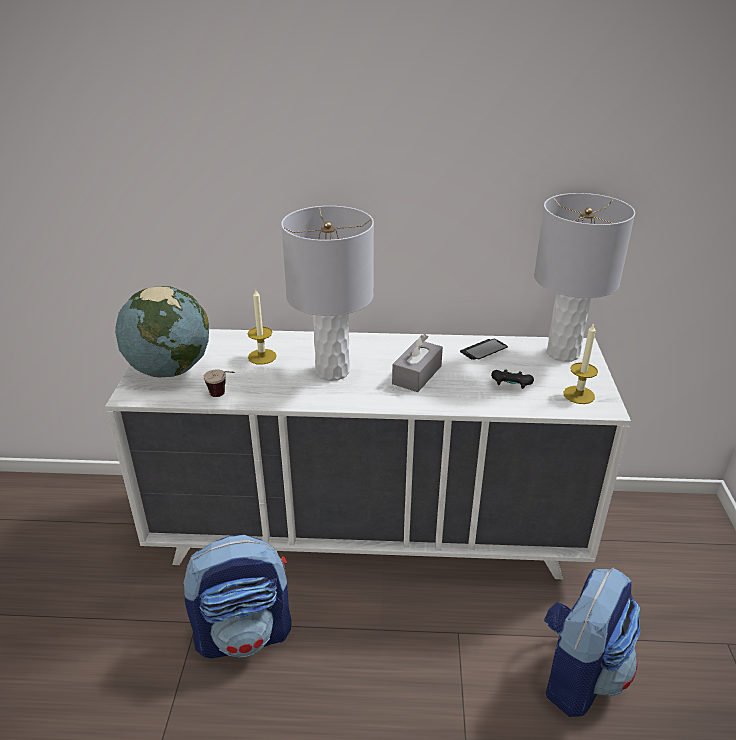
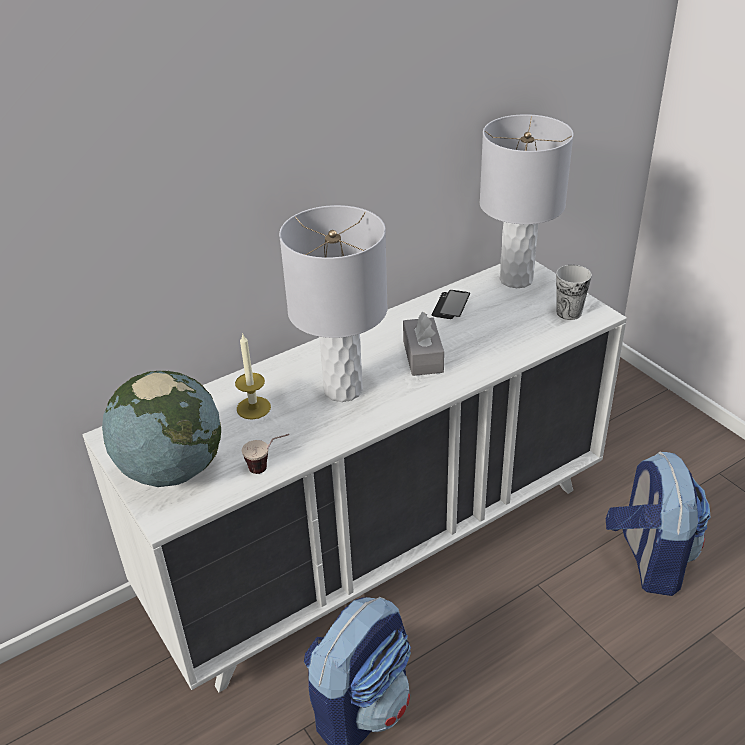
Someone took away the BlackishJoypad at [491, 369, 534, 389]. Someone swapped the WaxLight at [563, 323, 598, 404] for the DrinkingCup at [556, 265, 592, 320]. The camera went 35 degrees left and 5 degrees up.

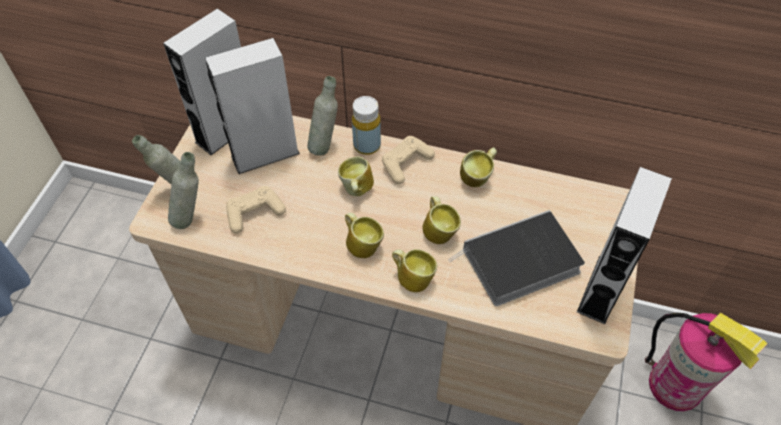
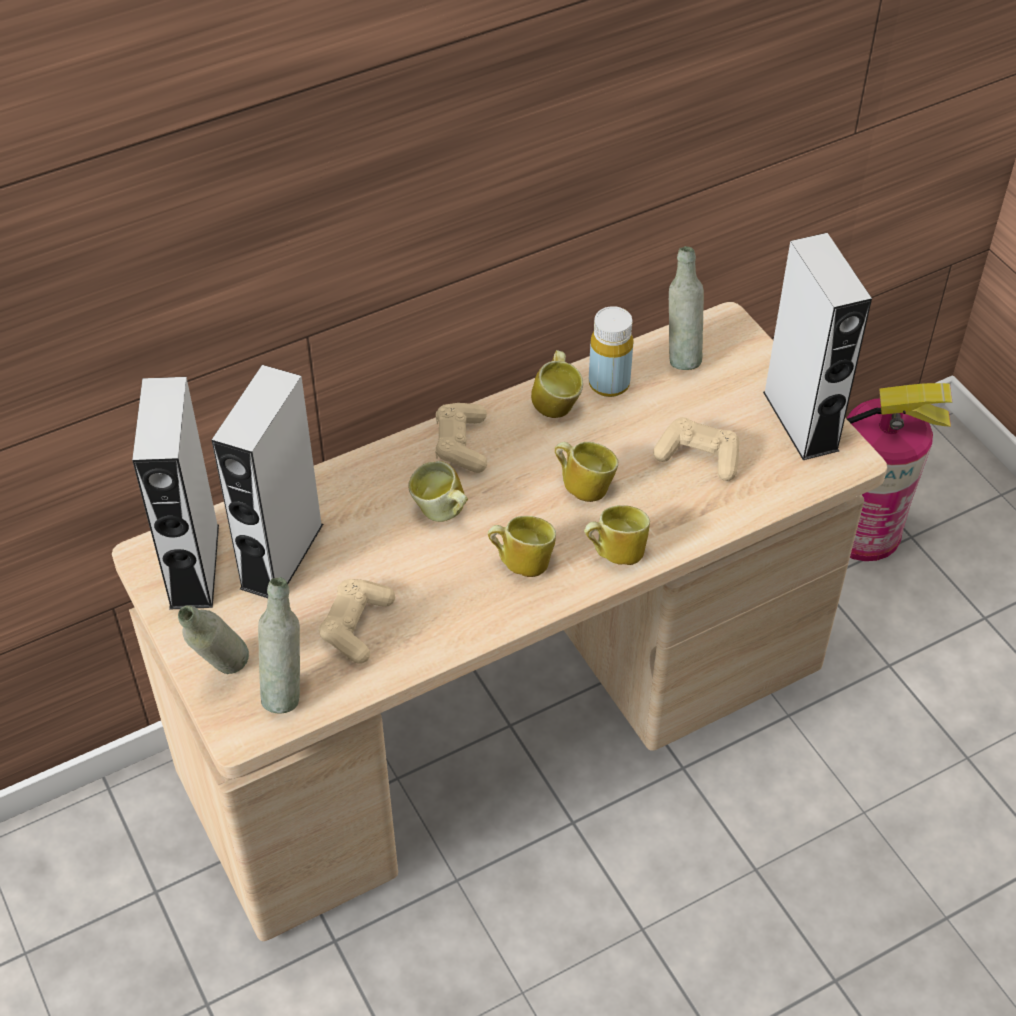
Someone carried the GreyBeverageBottle from [307, 76, 338, 156] to [669, 246, 704, 370]. Someone carried the YellowishBeverageBottle from [352, 96, 381, 155] to [589, 306, 633, 397]. Someone swapped the Volume at [449, 210, 585, 306] for the BeigeJoypad at [653, 417, 739, 481]. The camera went 45 degrees left and 5 degrees down.

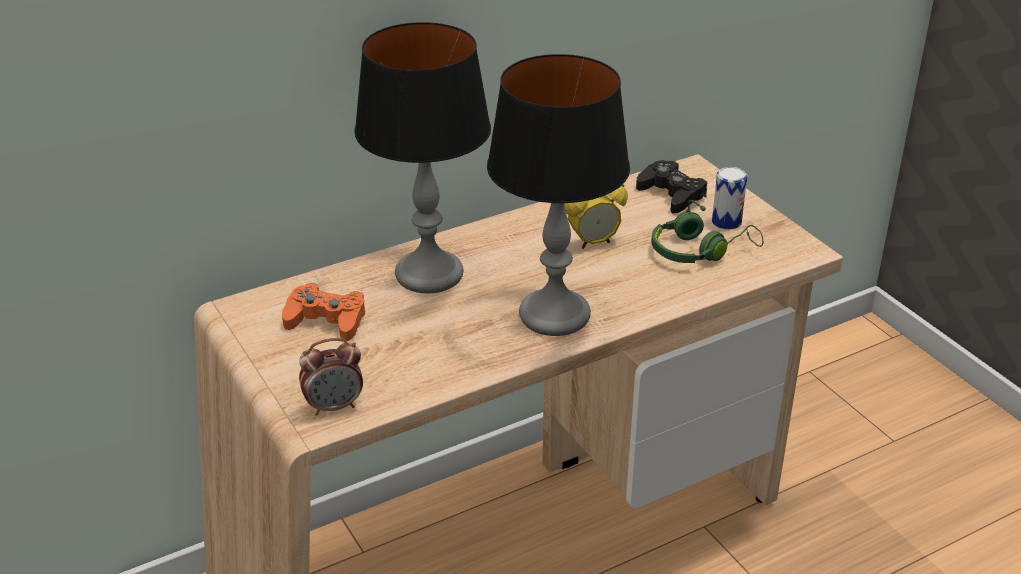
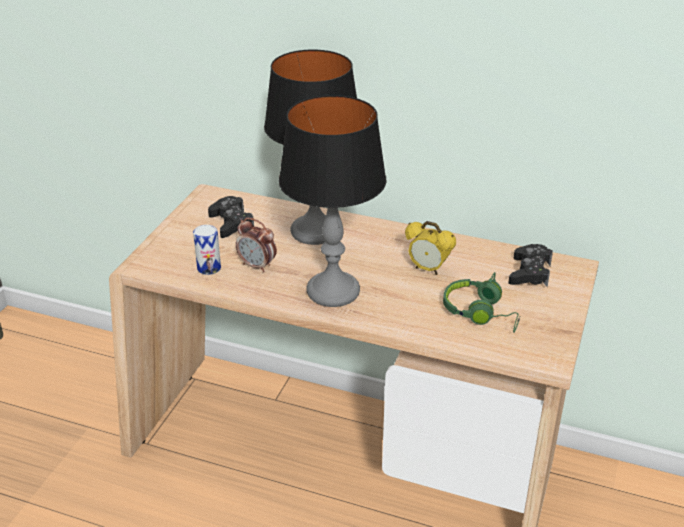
Someone repainted the OrangeColouredJoypad at [282, 283, 365, 341], which became the BlackishJoypad at [208, 196, 254, 238]. Someone carried the BedsideClock from [299, 338, 363, 416] to [236, 218, 277, 272]. Someone carried the MetalCan from [712, 167, 747, 230] to [193, 225, 221, 275]. The camera went 50 degrees right and 0 degrees up.

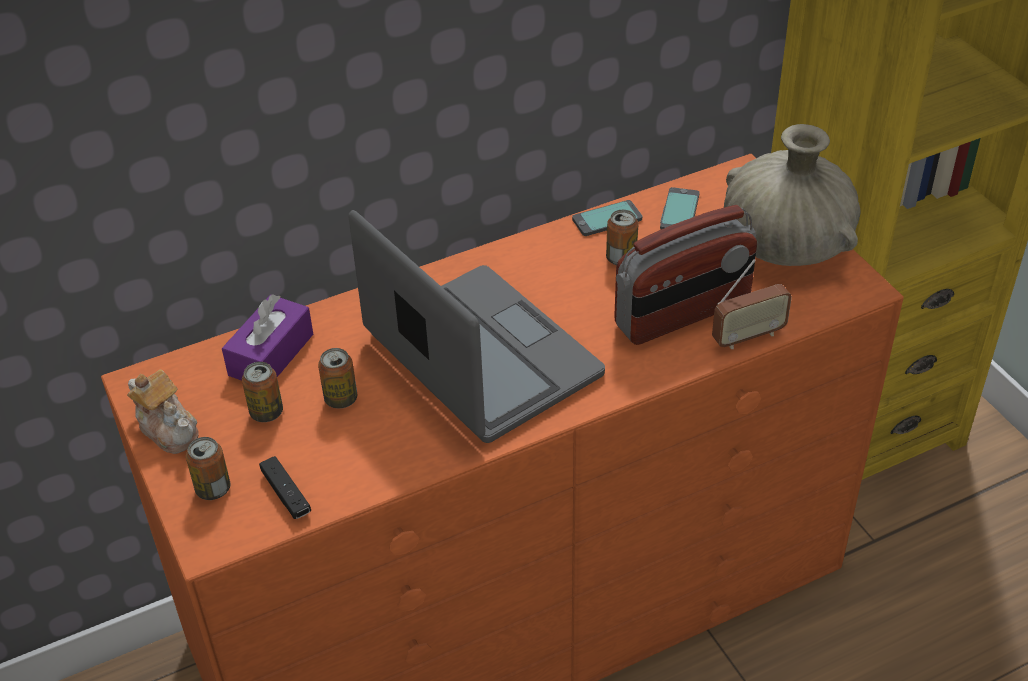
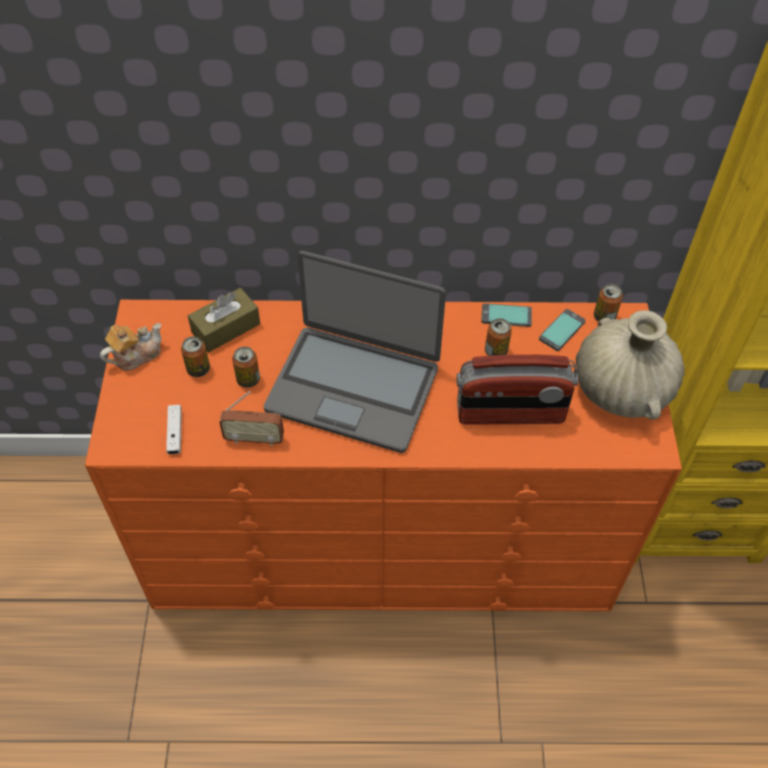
Someone rotated the PotForTea at [127, 370, 199, 454] by 105 degrees counterclockwise. Someone carried the MetalCan from [186, 437, 230, 500] to [594, 284, 623, 322]. Someone repainted the PurpleColouredTissueBox at [222, 294, 313, 381], which became the BrownColouredTissueBox at [188, 288, 260, 352]. Someone repainted the BlackishJoypad at [259, 456, 311, 519], which became the WhiteJoypad at [166, 405, 181, 454]. Someone rotated the NotebookComputer at [349, 210, 605, 443] by 120 degrees clockwise. Someone carried the RadioReceiver from [712, 259, 792, 349] to [219, 391, 284, 446]. The camera went 25 degrees right and 10 degrees up.

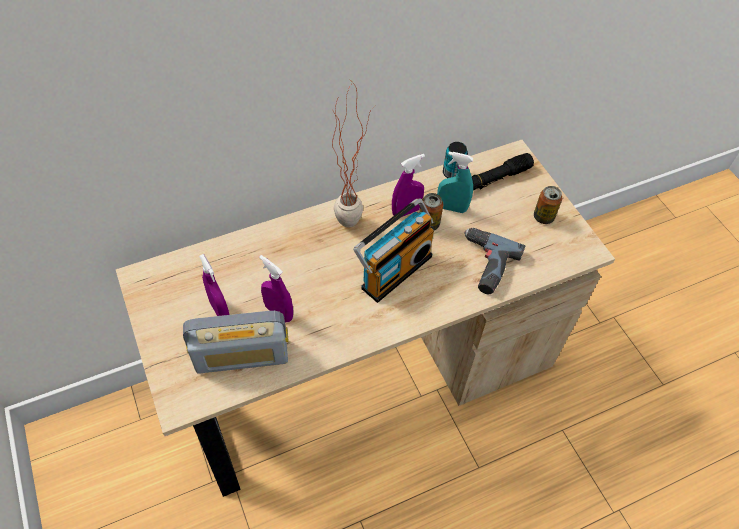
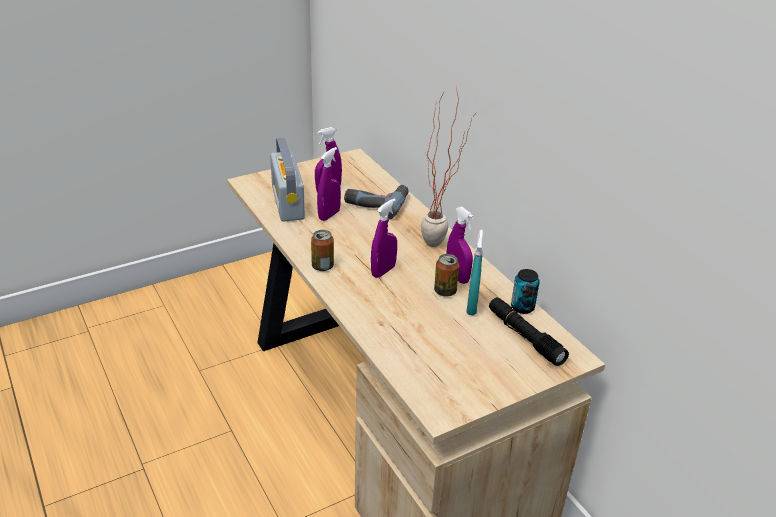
Someone swapped the RadioReceiver at [353, 199, 434, 303] for the PurpleColouredSprayer at [371, 199, 397, 278]. Someone carried the ElectricDrill from [464, 228, 526, 294] to [344, 185, 409, 219]. Someone carried the MetalCan from [534, 186, 562, 224] to [311, 230, 334, 271]. The camera went 85 degrees right and 20 degrees down.

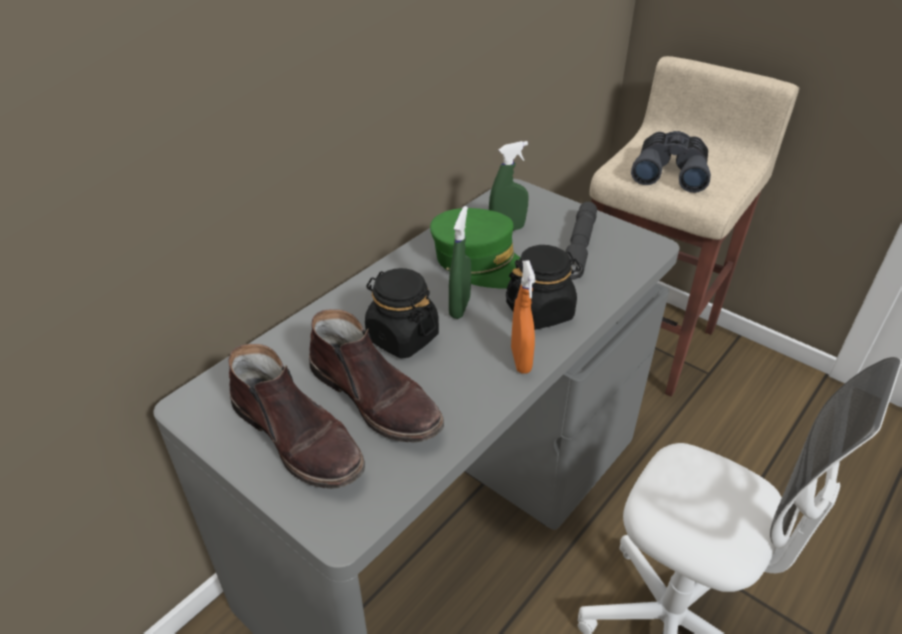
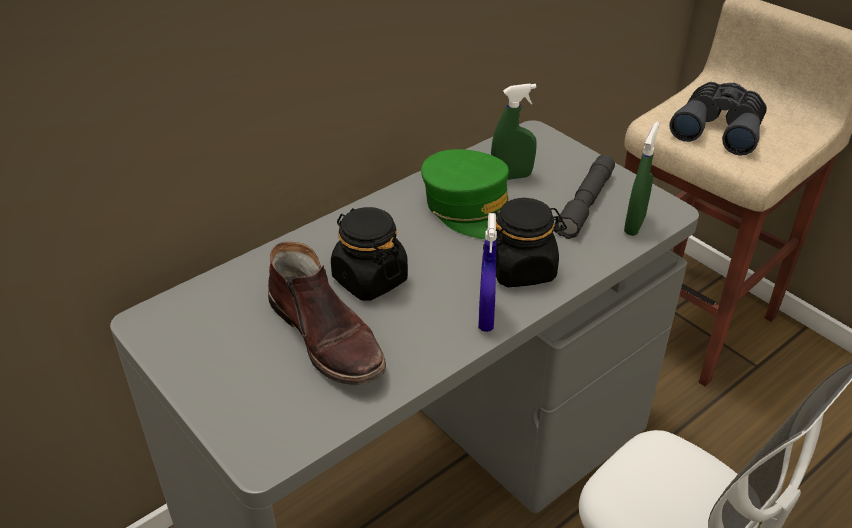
Someone took away the BrownColouredTallBoot at [228, 344, 365, 489]. Someone carried the GreenColouredSprayer from [449, 206, 471, 319] to [624, 122, 659, 236]. Someone repainted the OrangeColouredSprayer at [511, 260, 536, 374], which became the BluishSprayer at [478, 213, 497, 332]. The camera went 10 degrees right and 0 degrees up.

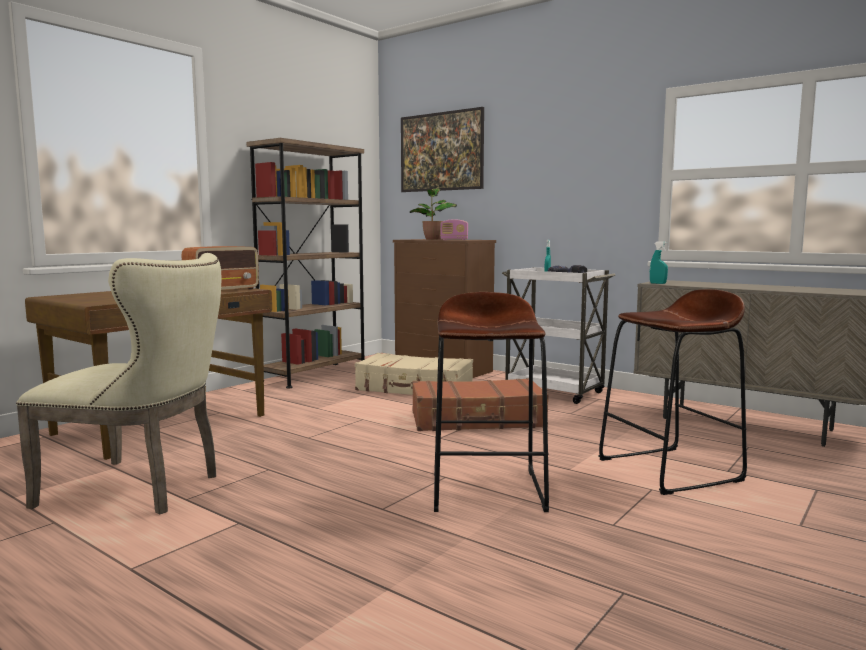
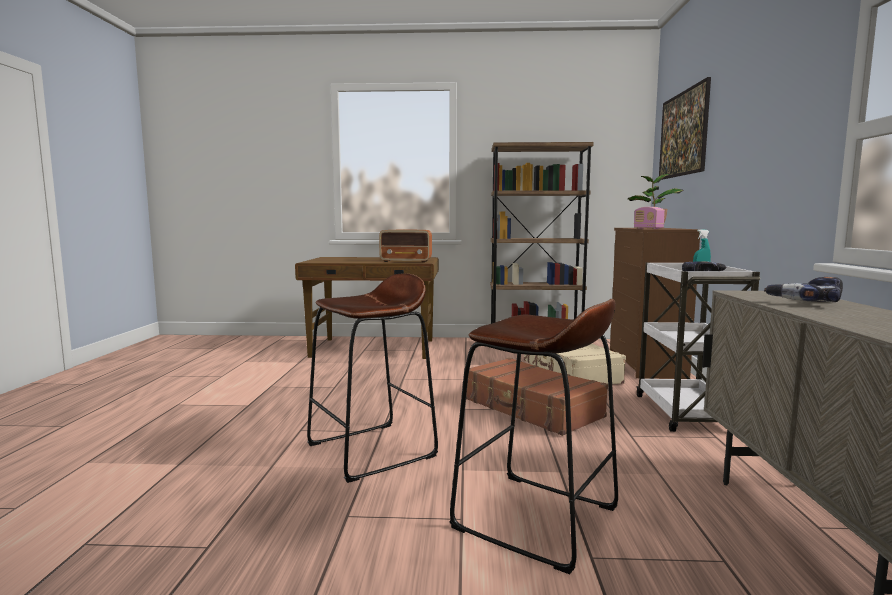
Someone took away the BeigePlainChair at [16, 253, 221, 515]. Someone took away the BlueGreenSprayer at [650, 241, 668, 284]. Someone put down the ElectricDrill at [764, 277, 843, 302]. The camera went 55 degrees right and 0 degrees up.

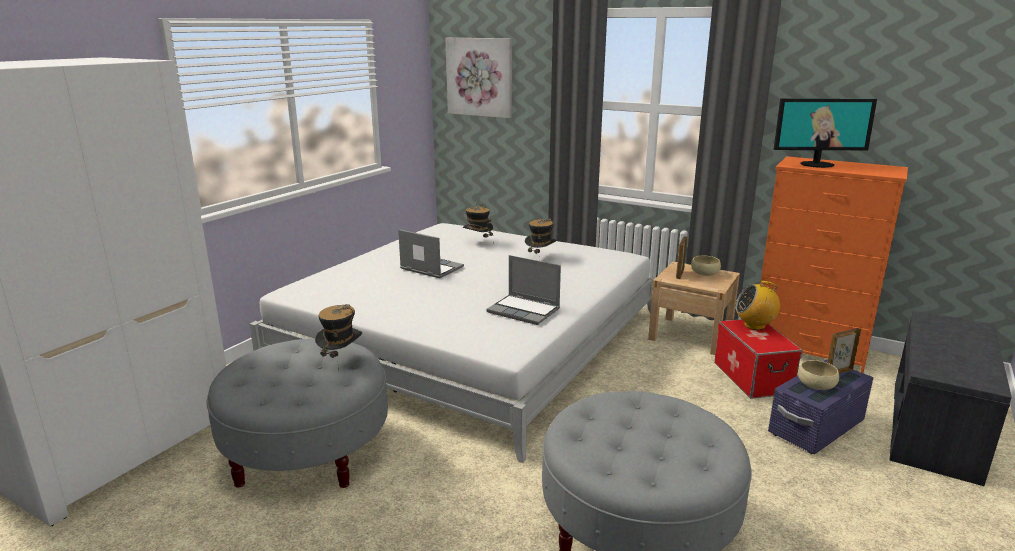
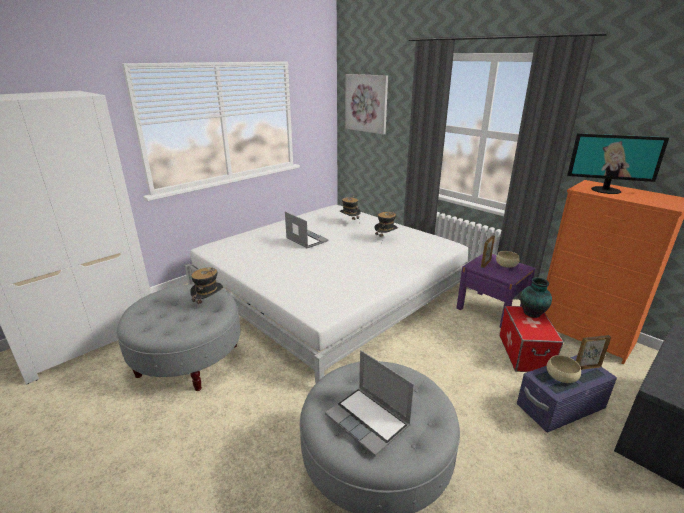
Someone carried the NotebookComputer from [486, 255, 561, 325] to [325, 350, 414, 456]. Someone repainted the BeigeNightstand at [648, 262, 740, 355], which became the PurpleColouredNightstand at [456, 254, 536, 328]. Someone swapped the RadioReceiver at [735, 281, 780, 330] for the DecorativeVase at [520, 278, 552, 318]. The camera went 15 degrees right and 5 degrees up.

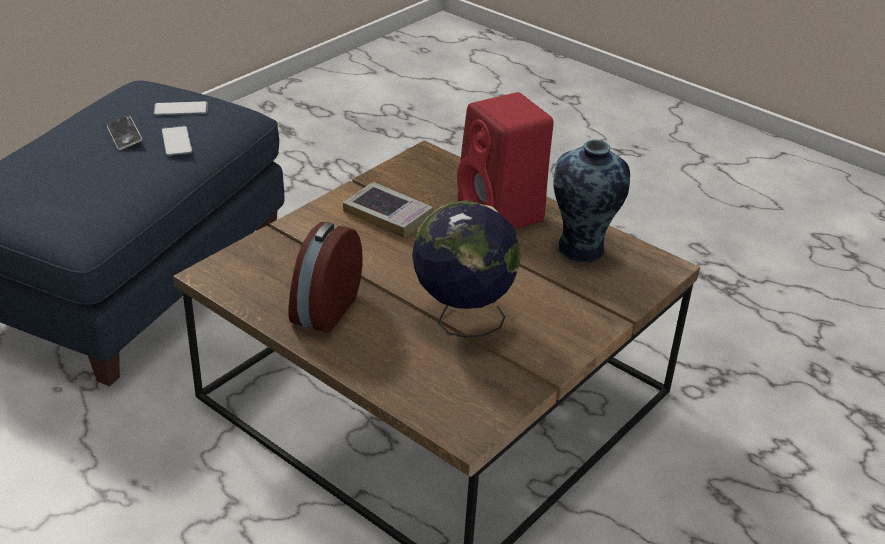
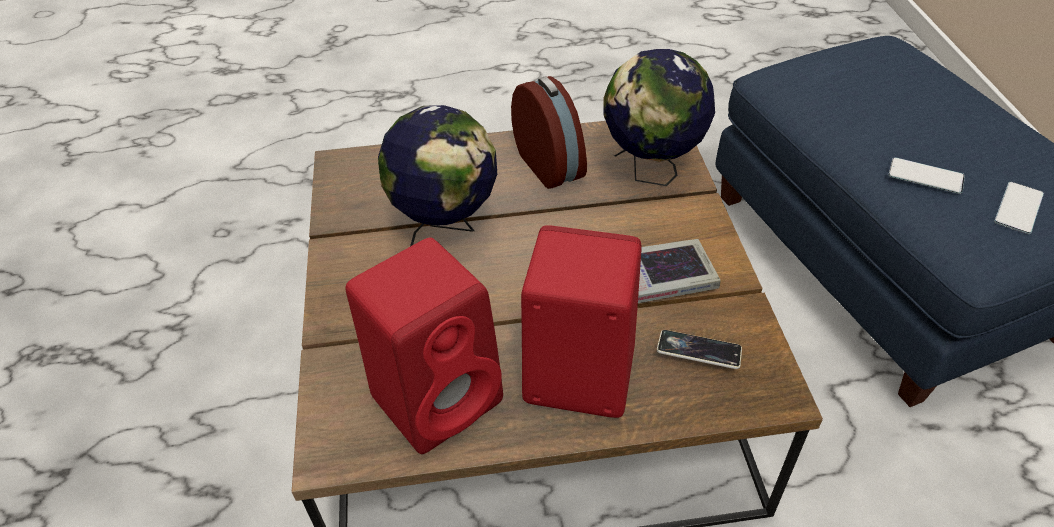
Someone carried the Phone from [107, 115, 142, 150] to [657, 330, 742, 369]. Someone swapped the DecorativeVase at [553, 140, 630, 263] for the ReddishSpeaker at [345, 238, 503, 454]. Someone put down the Globe at [603, 49, 715, 186]. The camera went 135 degrees right and 10 degrees up.

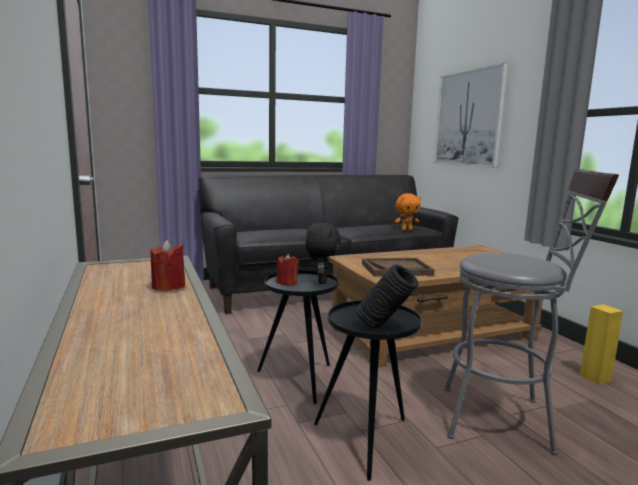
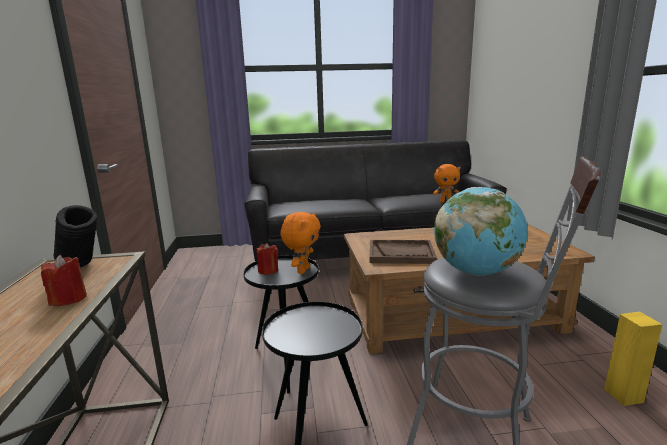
Someone repainted the BlackishCuddlyToy at [305, 223, 341, 284], which became the OrangeColouredCuddlyToy at [280, 212, 321, 274]. Someone carried the BlackishDecorativeVase from [356, 264, 418, 328] to [54, 205, 97, 267]. Someone took away the WallArt at [434, 62, 508, 168]. Someone put down the Globe at [434, 187, 528, 276]. The camera went 15 degrees right and 5 degrees up.

